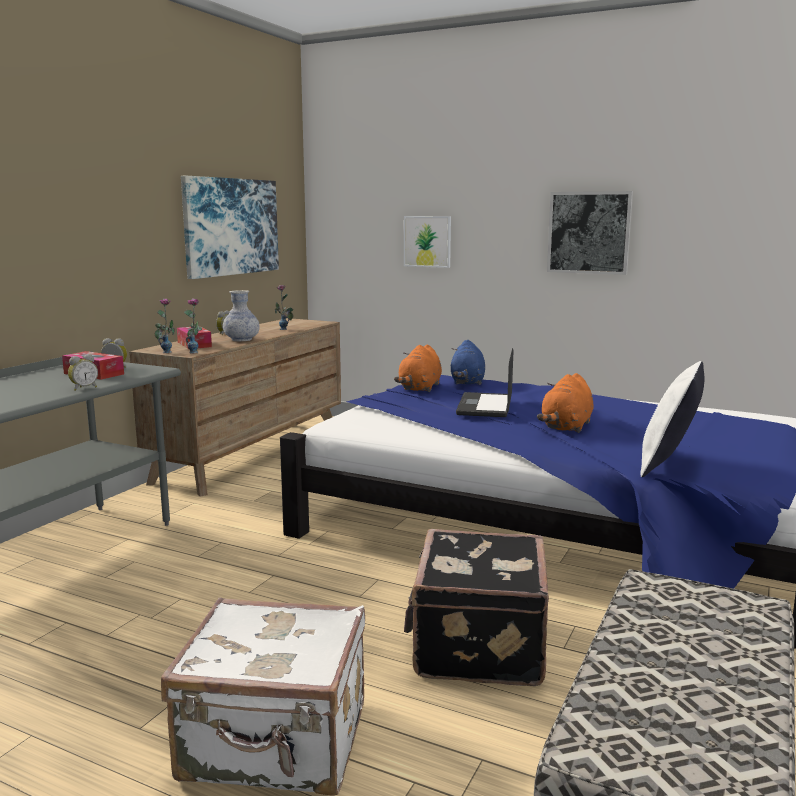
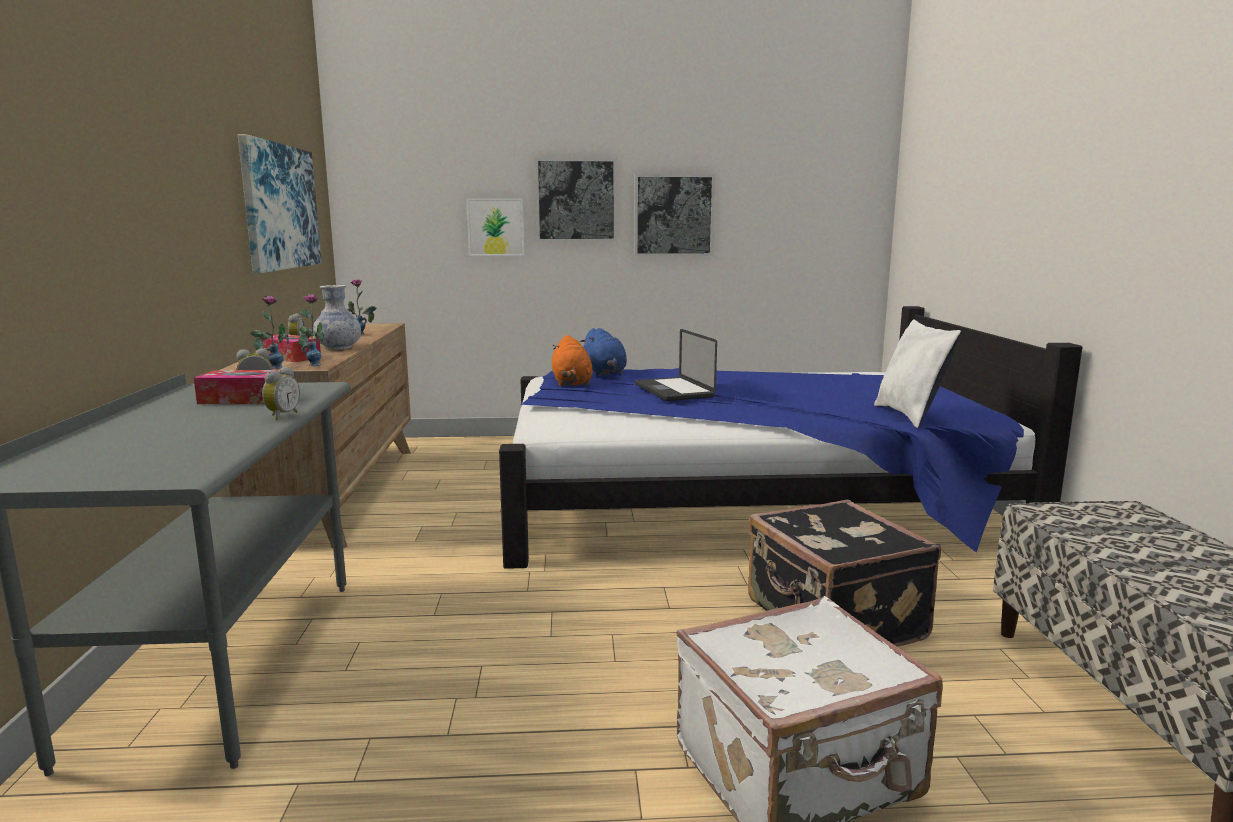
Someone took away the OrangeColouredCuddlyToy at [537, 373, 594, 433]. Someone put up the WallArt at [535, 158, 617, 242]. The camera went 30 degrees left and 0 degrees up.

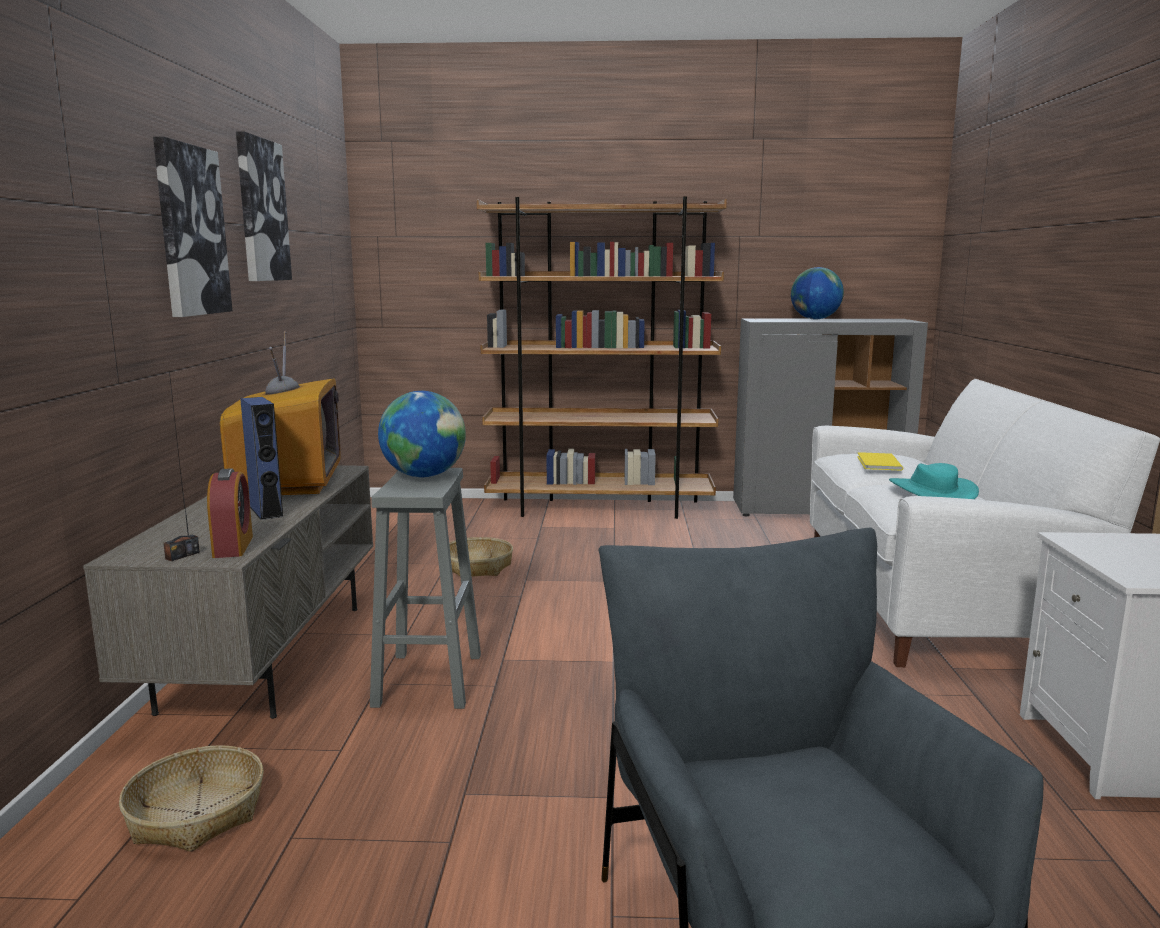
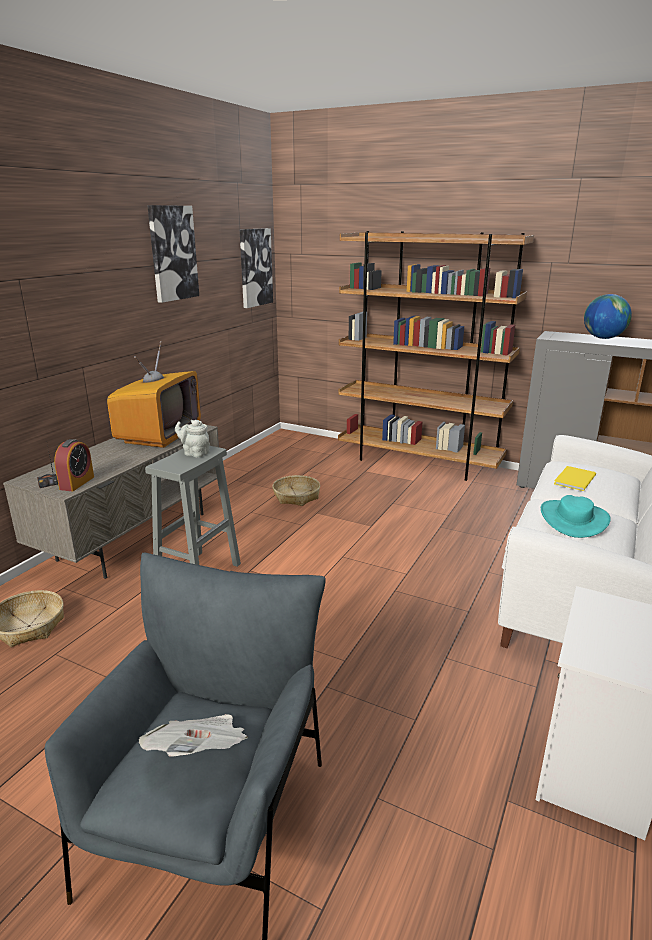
Someone carried the WallArt from [153, 137, 232, 317] to [240, 228, 273, 308]. Someone took away the BluishSpeaker at [240, 397, 284, 520]. Someone swapped the Globe at [378, 391, 466, 477] for the GreyPotForTea at [175, 420, 210, 457]. Someone put down the Newspaper at [139, 714, 248, 757]. The camera went 25 degrees right and 10 degrees up.

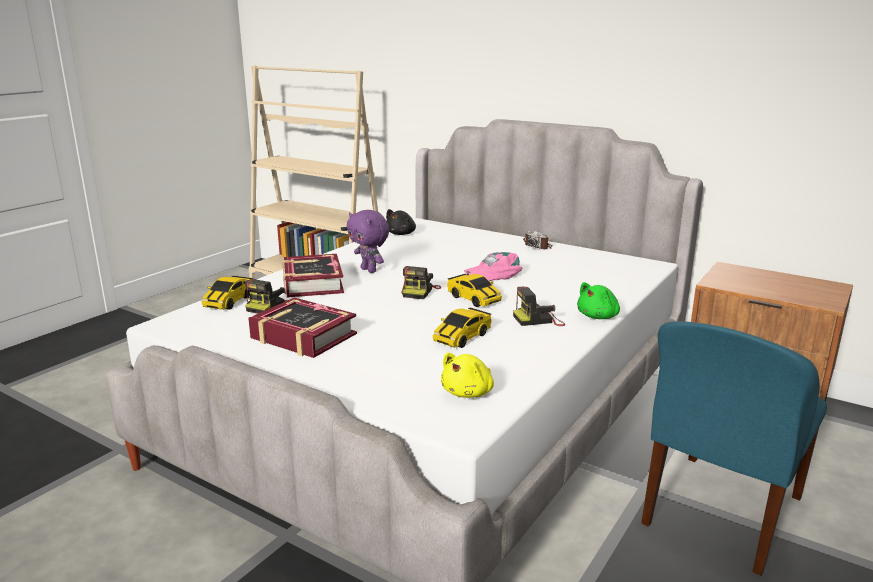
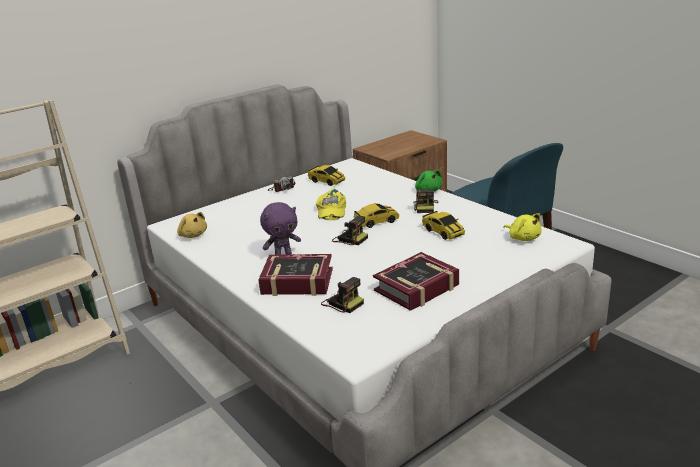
Someone carried the MiniatureCar from [202, 276, 253, 310] to [308, 165, 345, 186]. Someone repainted the BlackishCuddlyToy at [386, 209, 416, 235], which became the YellowishCuddlyToy at [177, 212, 207, 238]. Someone repainted the PinkColouredPeakedCap at [464, 252, 523, 281], which became the YellowishPeakedCap at [316, 189, 346, 220]. The camera went 70 degrees left and 5 degrees up.

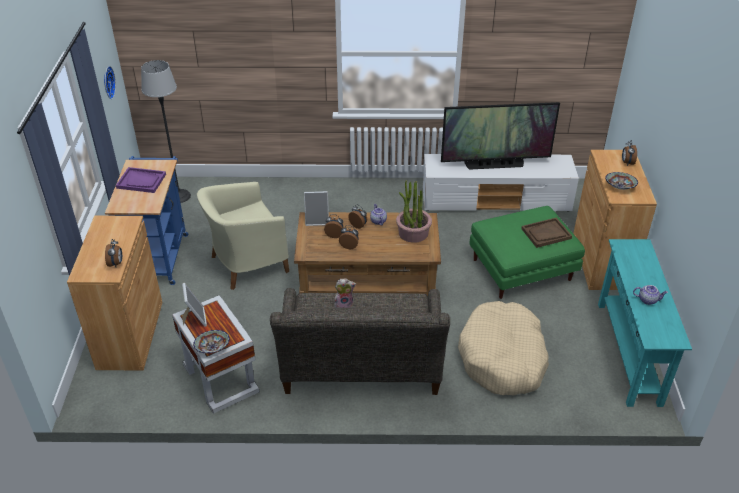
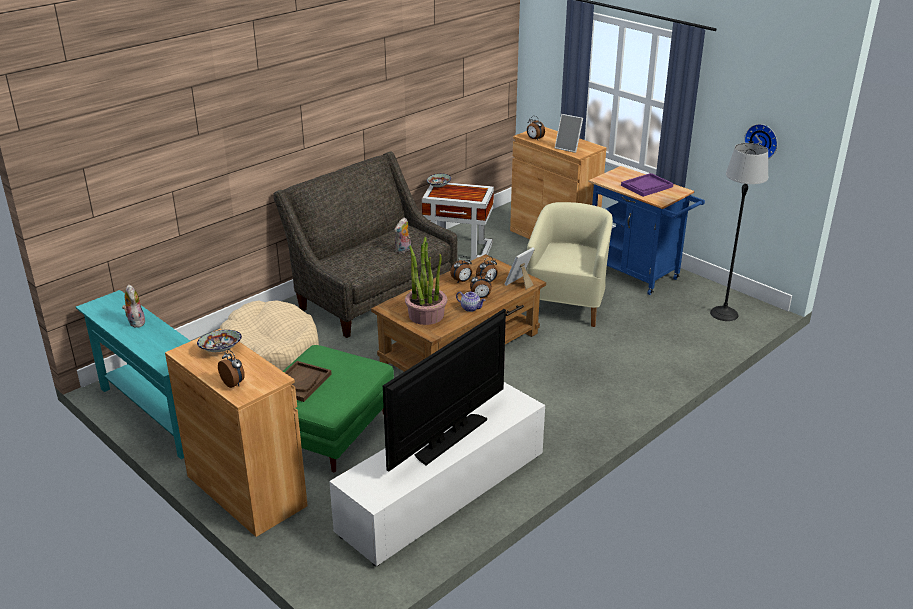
Someone carried the StandingFrame from [182, 283, 207, 327] to [555, 114, 583, 153]. Someone swapped the PotForTea at [633, 285, 668, 305] for the CuddlyToy at [122, 284, 146, 328]. The camera went 135 degrees right and 10 degrees down.

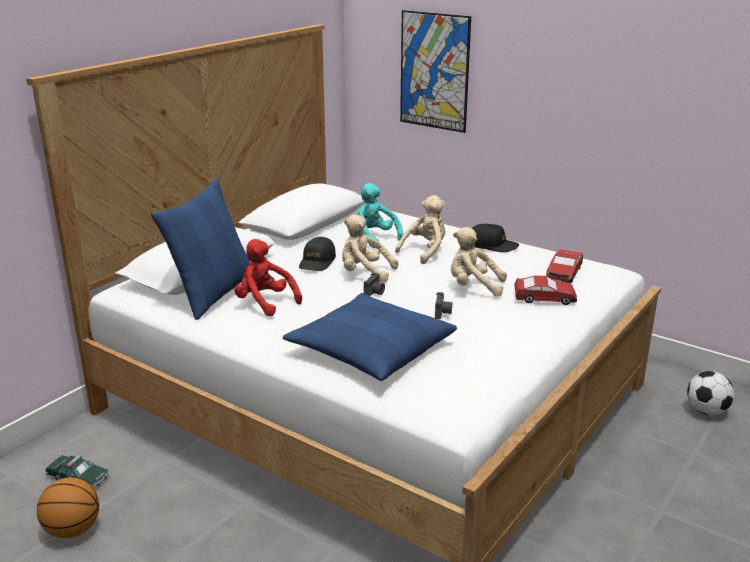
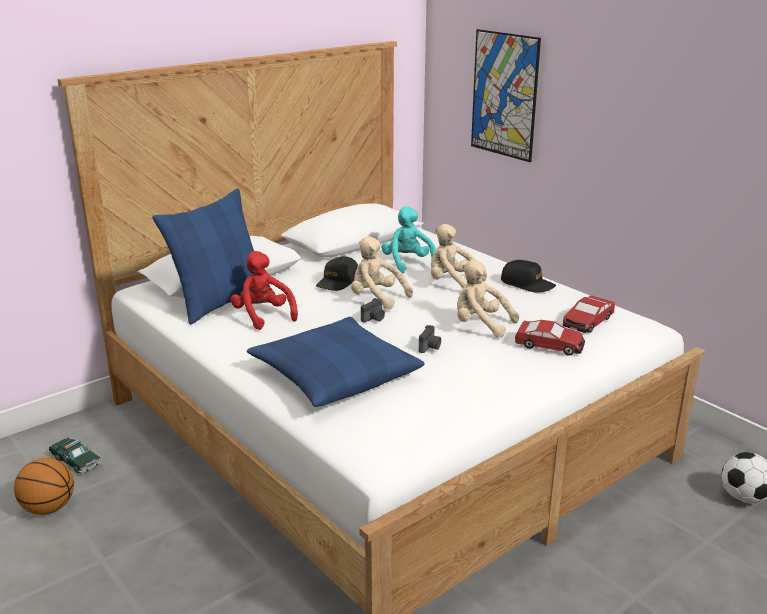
Someone rotated the BeigeCuddlyToy at [395, 195, 445, 264] by 120 degrees counterclockwise. The camera went 15 degrees right and 0 degrees up.

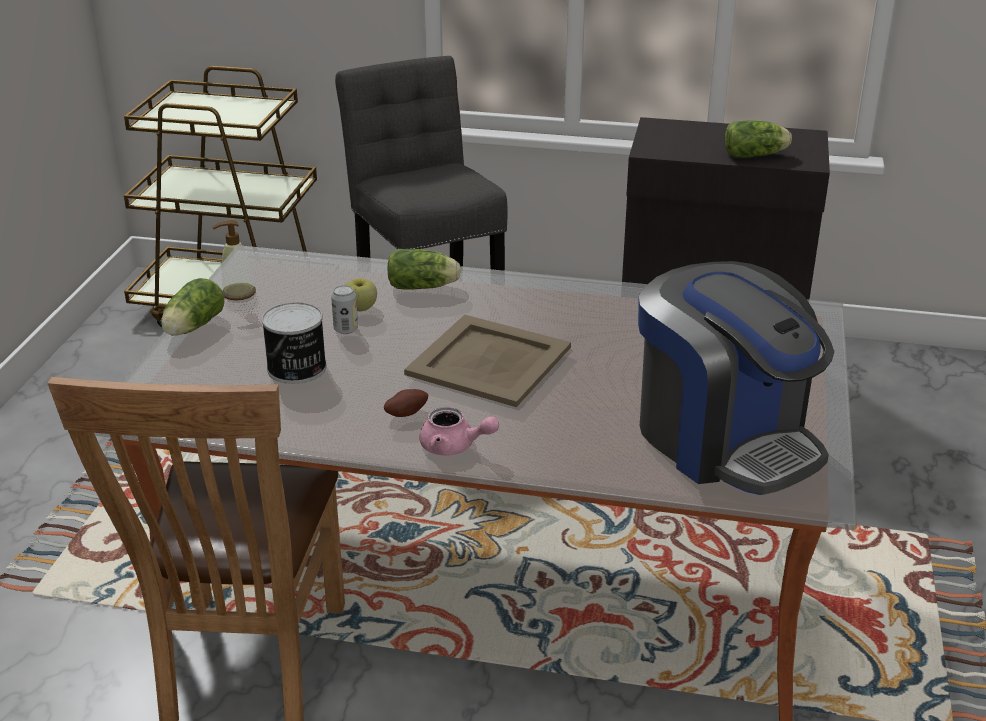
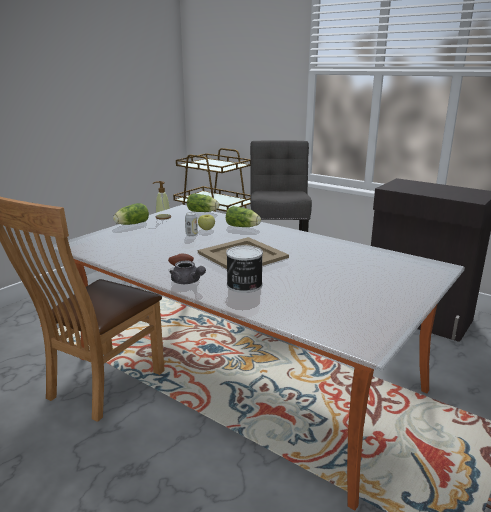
Someone carried the MetalCan from [262, 302, 327, 384] to [226, 245, 263, 293]. Someone repainted the PinkColouredPotForTea at [420, 407, 499, 455], which became the GreyPotForTea at [169, 261, 206, 284]. Someone took away the CoffeeMaker at [638, 261, 834, 495]. Someone carried the Lettuce from [725, 121, 792, 158] to [187, 193, 219, 212]. The camera went 25 degrees right and 10 degrees down.

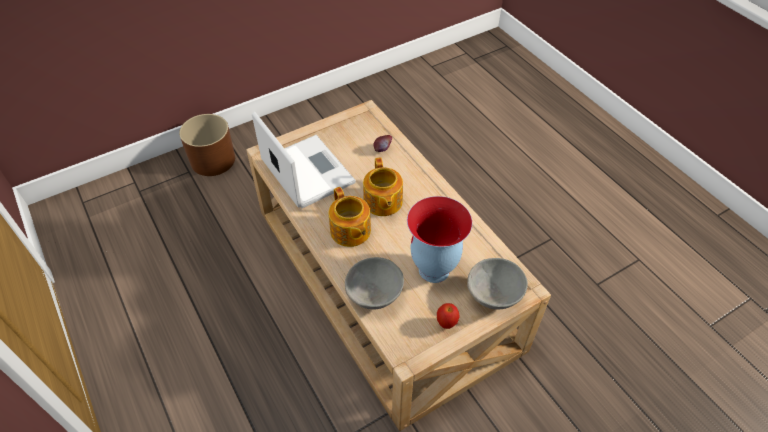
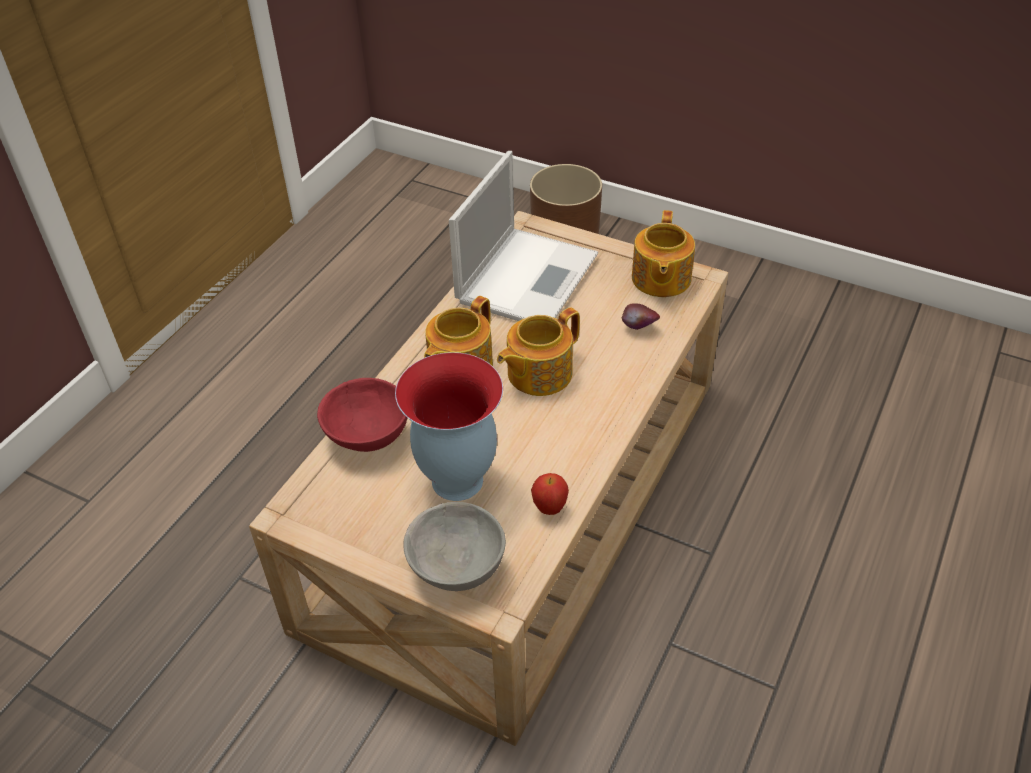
Someone repainted the GreyServingBowl at [345, 257, 404, 309], which became the ReddishServingBowl at [317, 378, 407, 452]. Someone carried the AppleFruit from [437, 303, 460, 329] to [531, 473, 569, 515]. Someone put down the PotForTea at [632, 210, 695, 297]. The camera went 60 degrees right and 5 degrees down.

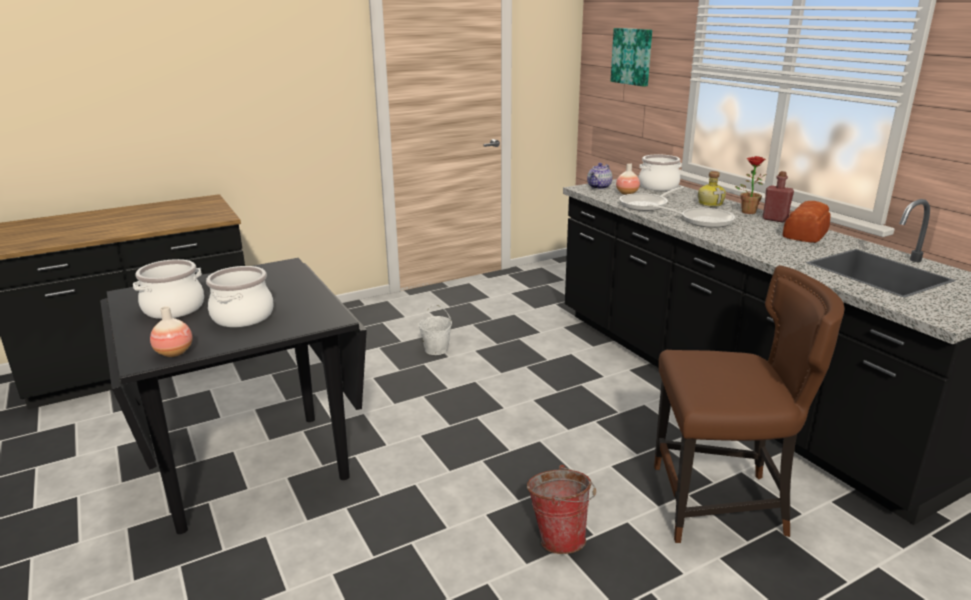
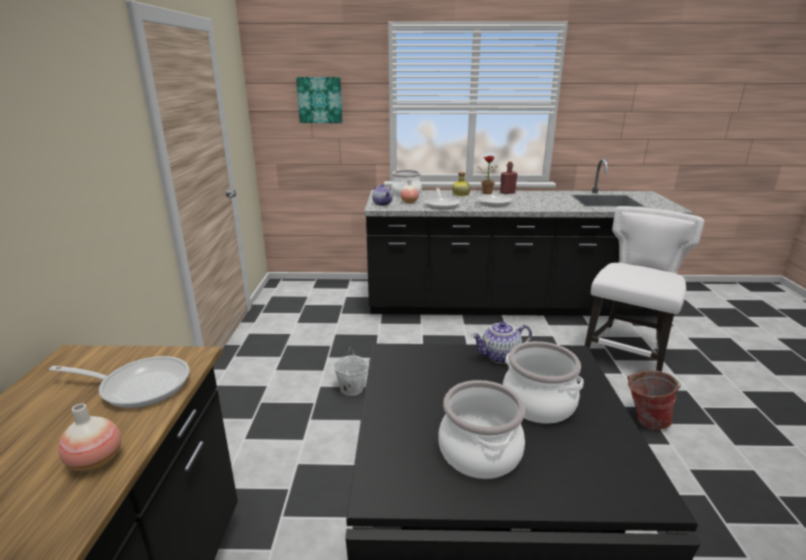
Someone carried the DecorativeVase from [150, 306, 192, 357] to [58, 404, 121, 471]. Someone repainted the BrownColouredPlainChair at [654, 265, 844, 543], which became the WhitePlainChair at [585, 206, 704, 372]. Someone took away the BakeryBread at [783, 201, 831, 243]. Someone put down the Skillet at [49, 356, 190, 408]. Someone put down the PotForTea at [471, 321, 532, 364]. The camera went 60 degrees left and 0 degrees up.

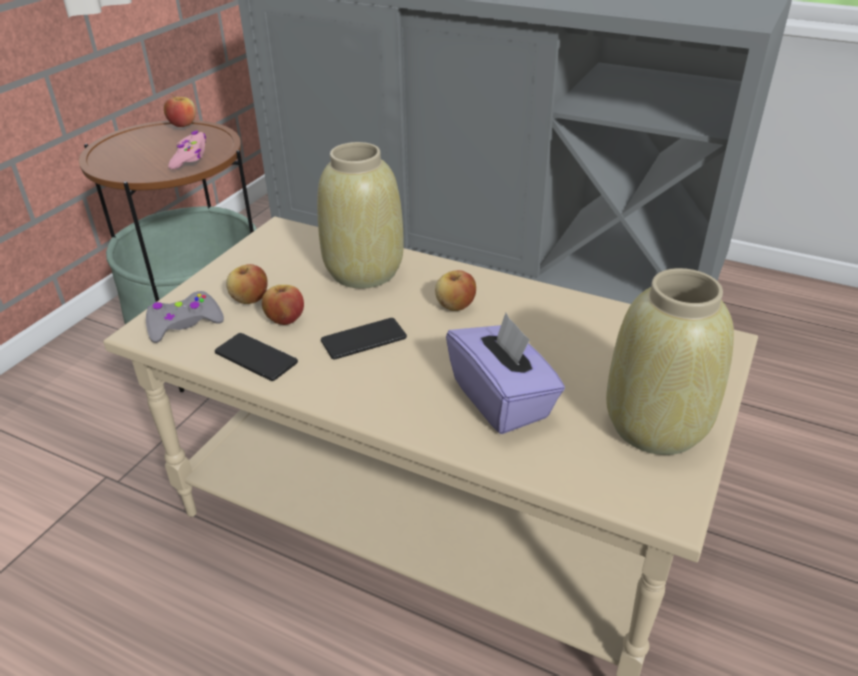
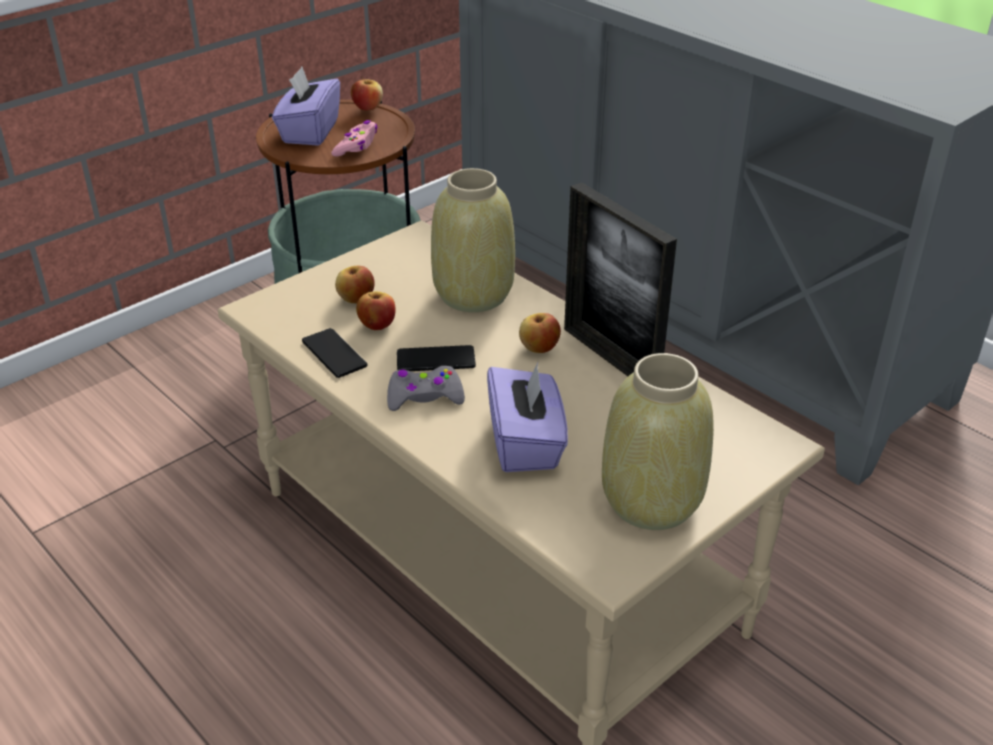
Someone carried the GreyJoypad from [146, 291, 224, 343] to [387, 366, 465, 411]. Someone put down the PurpleColouredTissueBox at [272, 67, 340, 146]. Someone put down the StandingFrame at [564, 182, 677, 376]. The camera went 20 degrees right and 0 degrees up.

